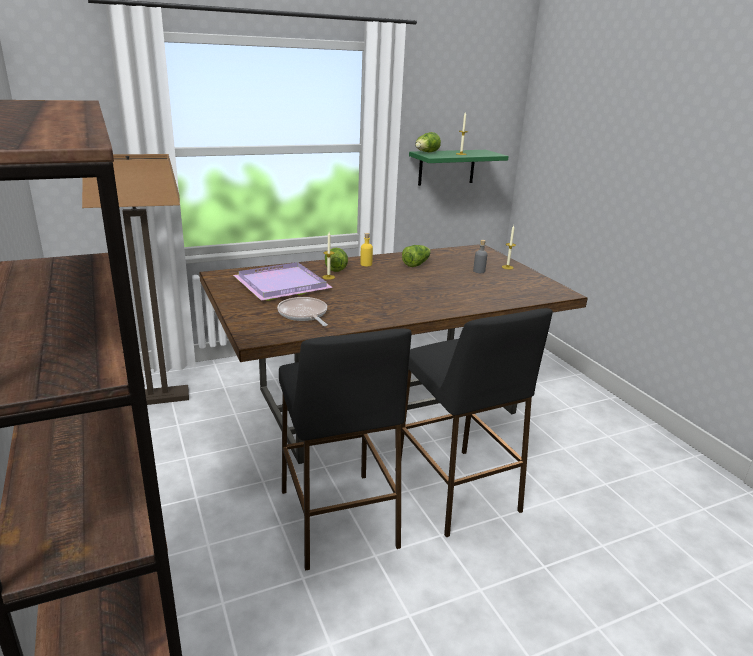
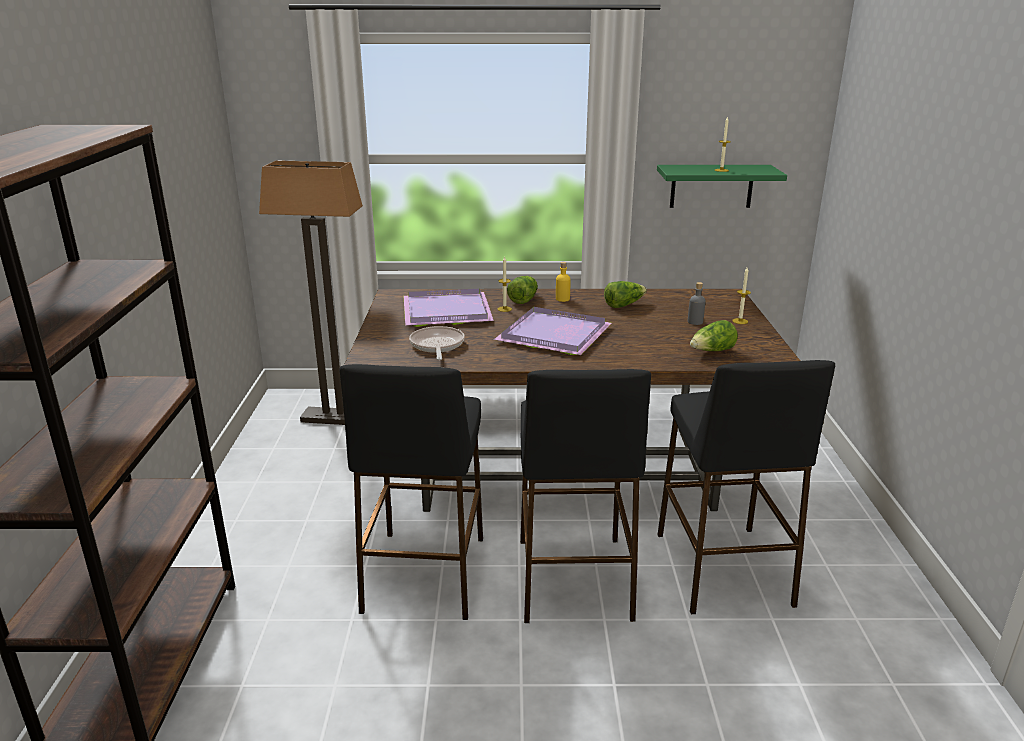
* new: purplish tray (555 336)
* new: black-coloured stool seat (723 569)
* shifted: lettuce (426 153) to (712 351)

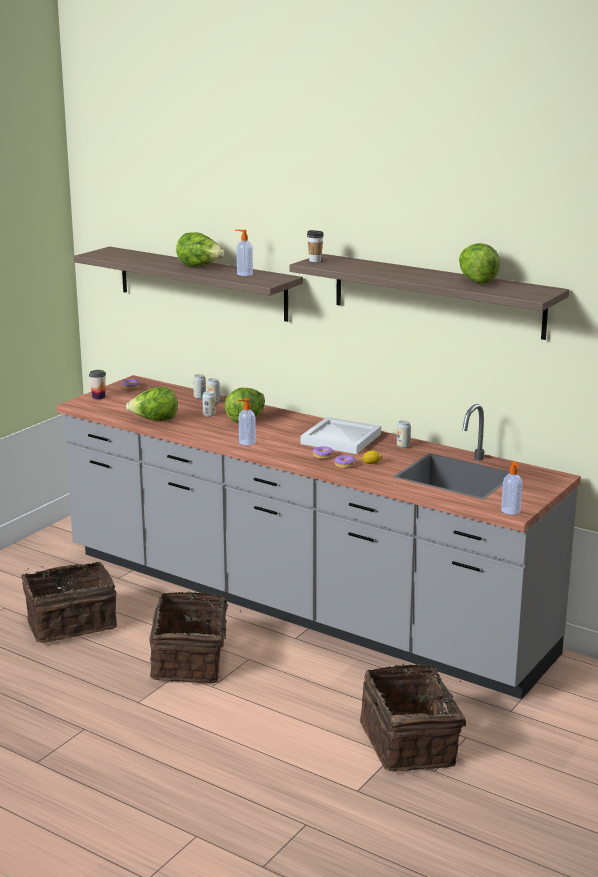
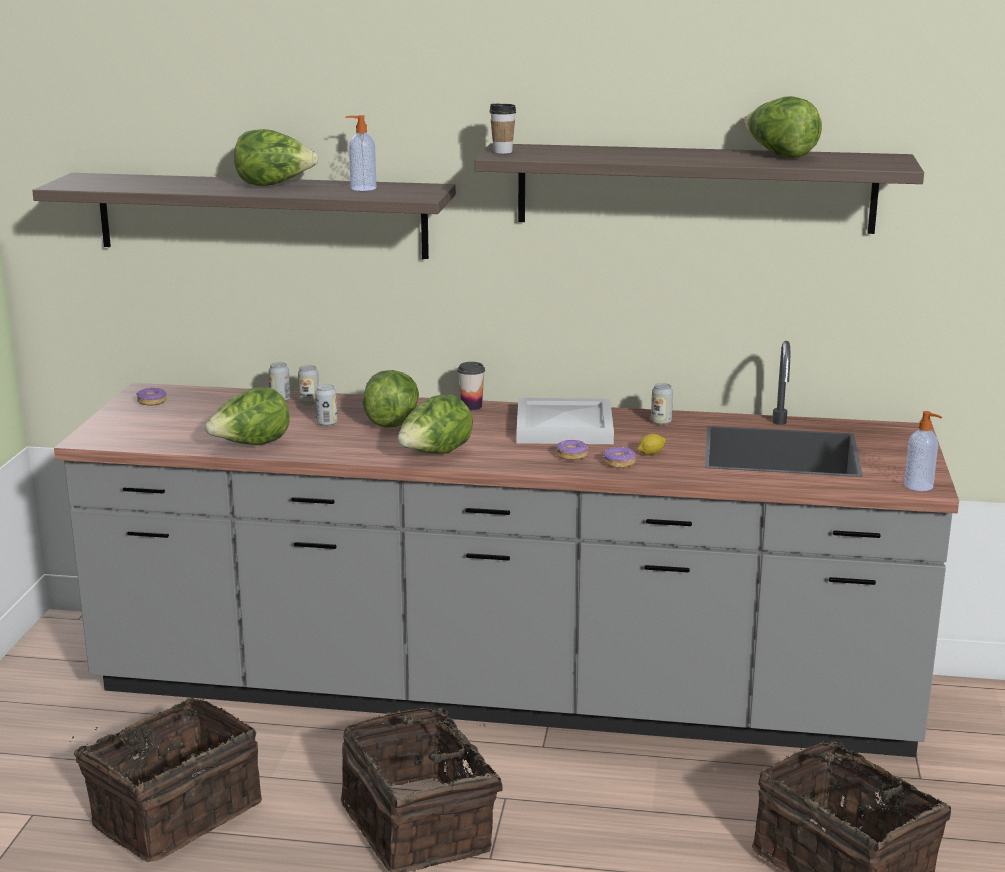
* swapped: soap bottle (246 442) to lettuce (435 454)
* shifted: drinking cup (98 397) to (471 406)

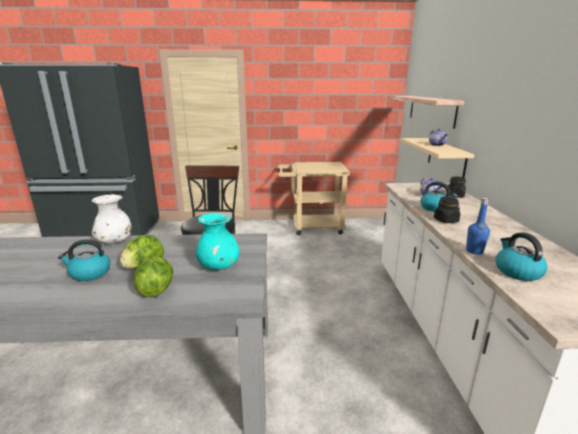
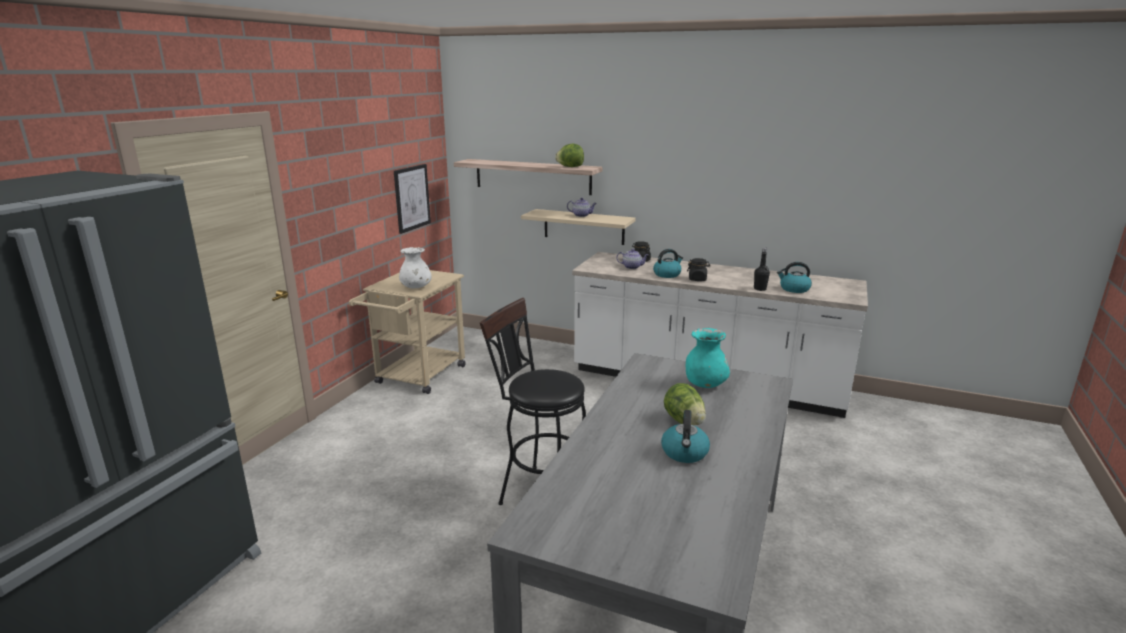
* new: wall art (412 198)
* shifted: white-coloured vase (115 241) to (416 287)
* shifted: lettuce (156 290) to (570 167)
* repainted: blue bottle (474 251) to black-coloured bottle (760 289)

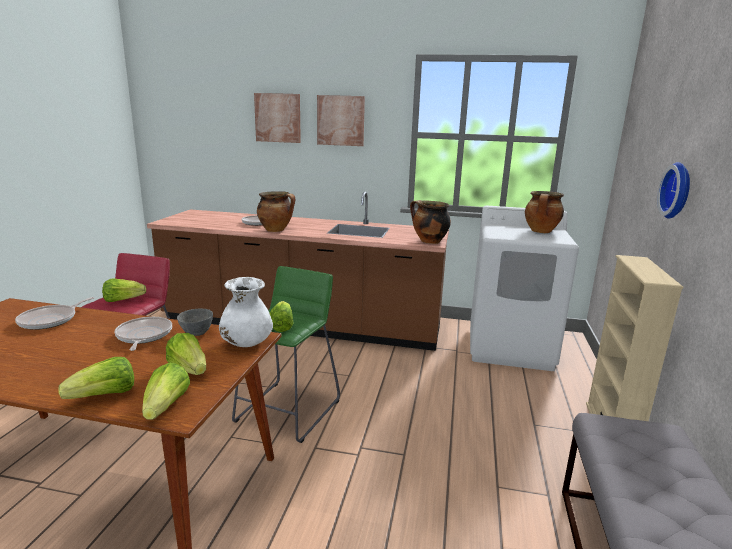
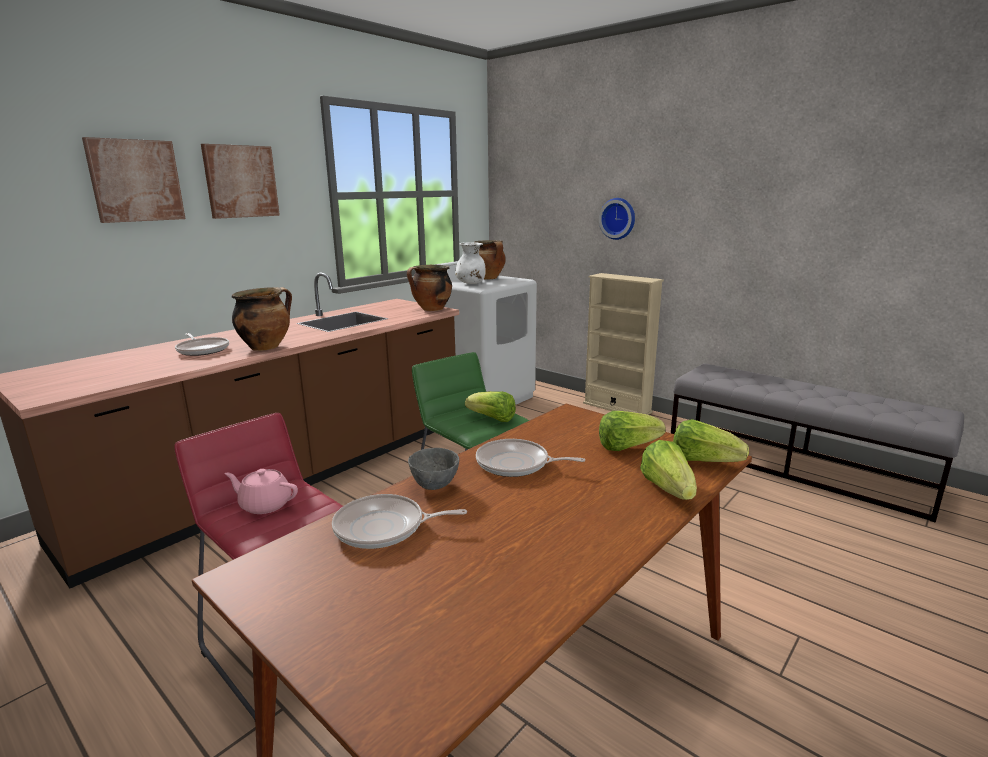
* swapped: lettuce (123 300) to pink teapot (265 505)
* rotated: pan (51 320) = (384 528) 120 degrees clockwise
* shifted: greyish deep dish (197 333) to (435 485)
* shifted: white-coloured vase (246 343) to (471 283)

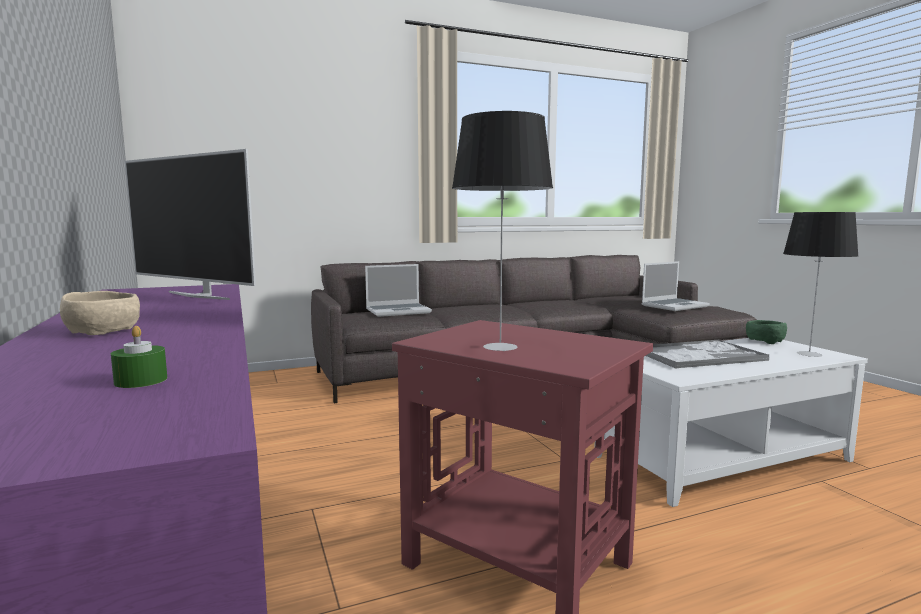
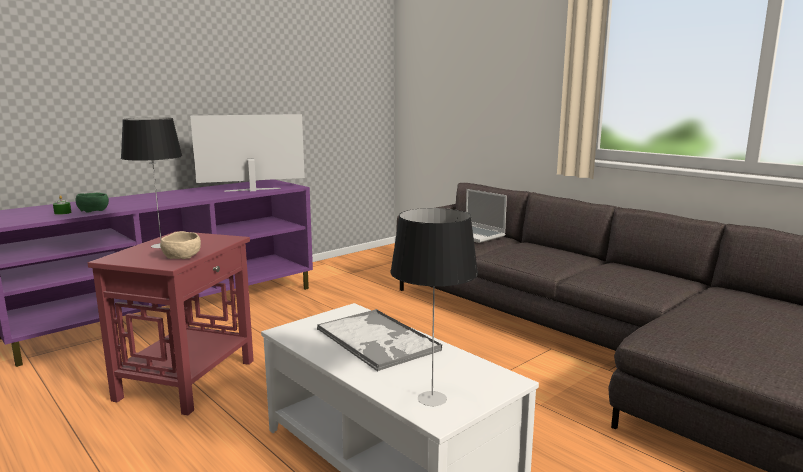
* shifted: green deep dish (763 341) to (94 210)
* shifted: beige-coloured deep dish (105 331) to (182 256)
* rotated: TV set (199 295) = (252 190) 60 degrees clockwise
* gone: laptop (674 306)

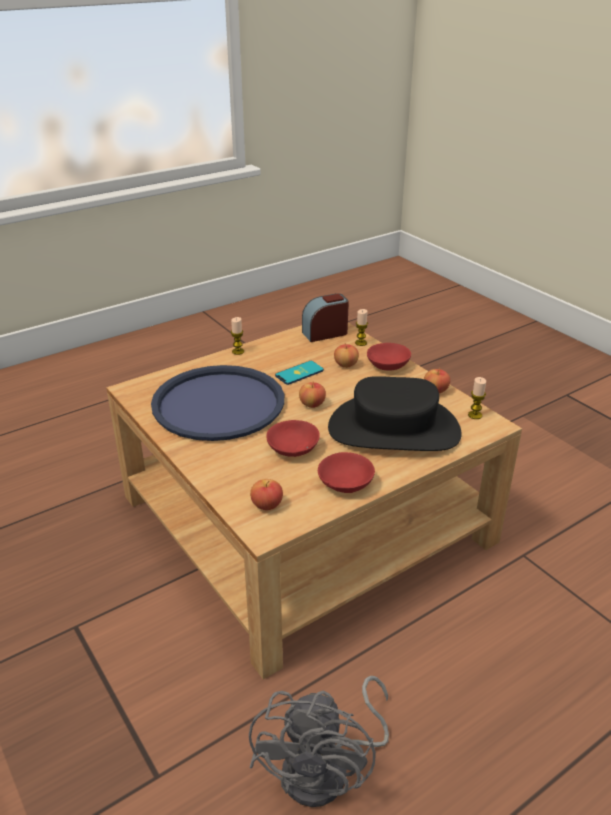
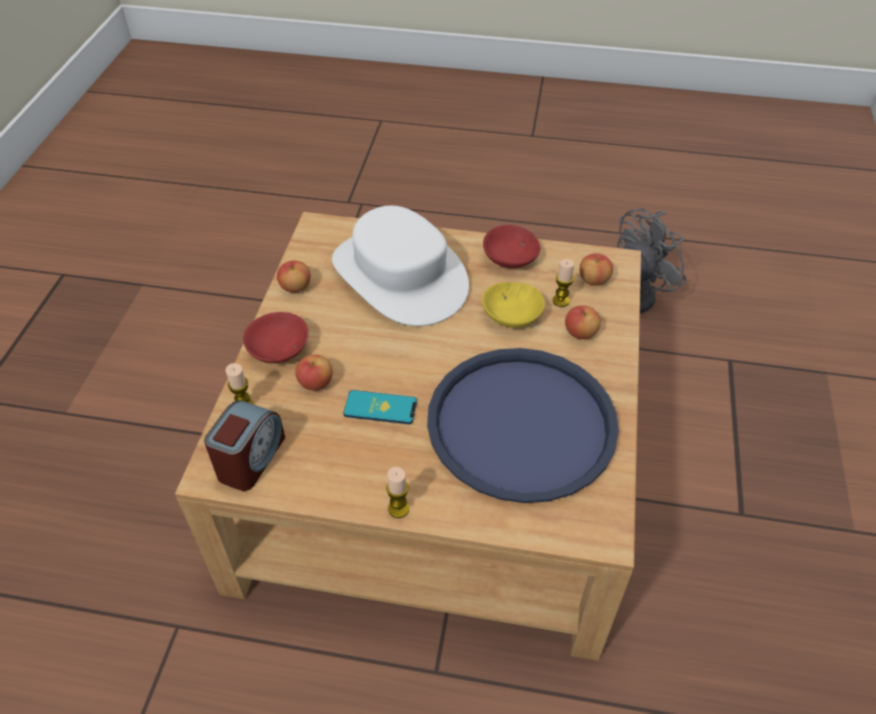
* rotated: table clock (325 333) = (250 459) 90 degrees counterclockwise
* repainted: black-coloured hat (393 429) to white-coloured hat (400 275)
* repainted: reddish deep dish (292 448) to yellow-coloured deep dish (511 316)
* shifted: wax candle (475 415) to (561 301)
* shifted: apple fruit (312 404) to (580 333)

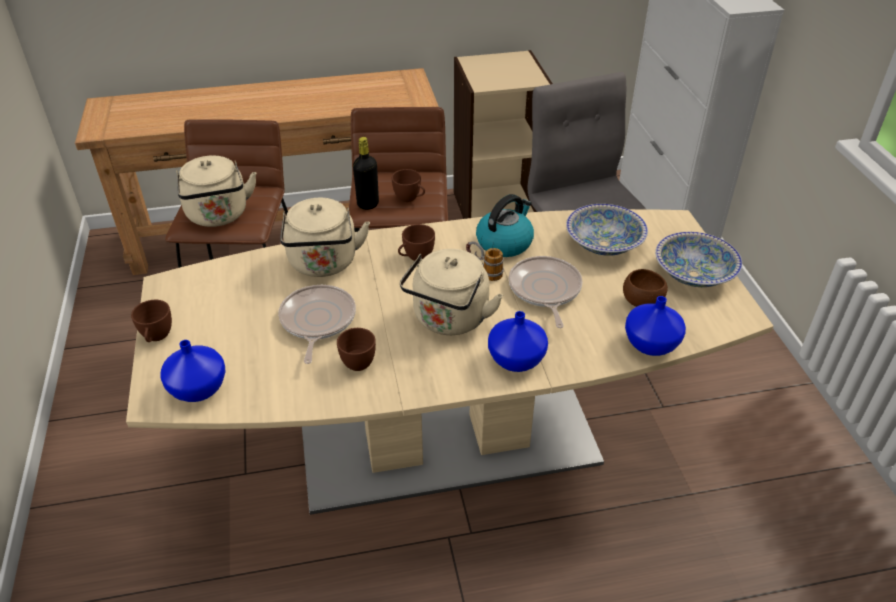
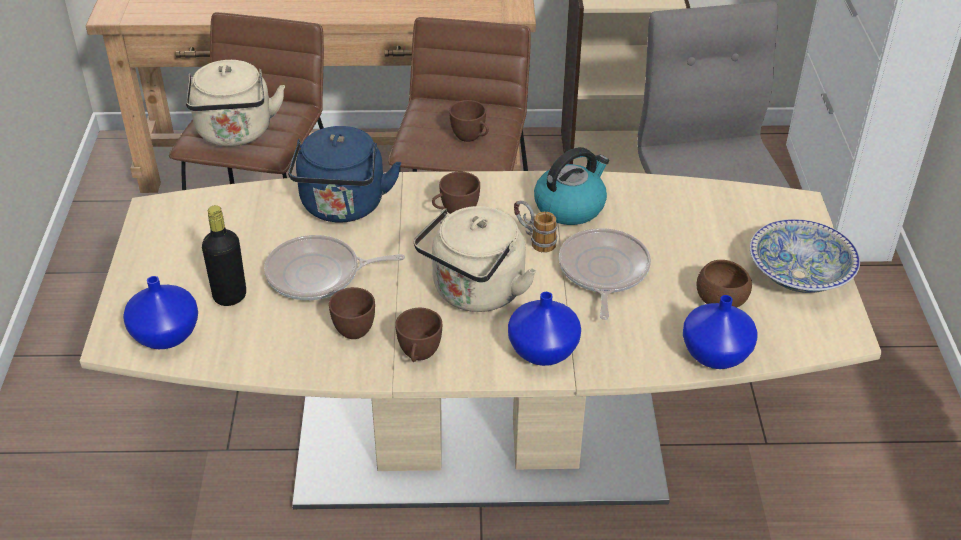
* shifted: black-coloured bottle (368 204) to (230 296)
* rotated: pan (317 321) = (318 275) 105 degrees counterclockwise
* repainted: beige-coloured kettle (323 264) to blue kettle (343 207)
* shifted: brown-coloured drinking cup (156 337) to (418 355)
* gone: deep dish (604 244)

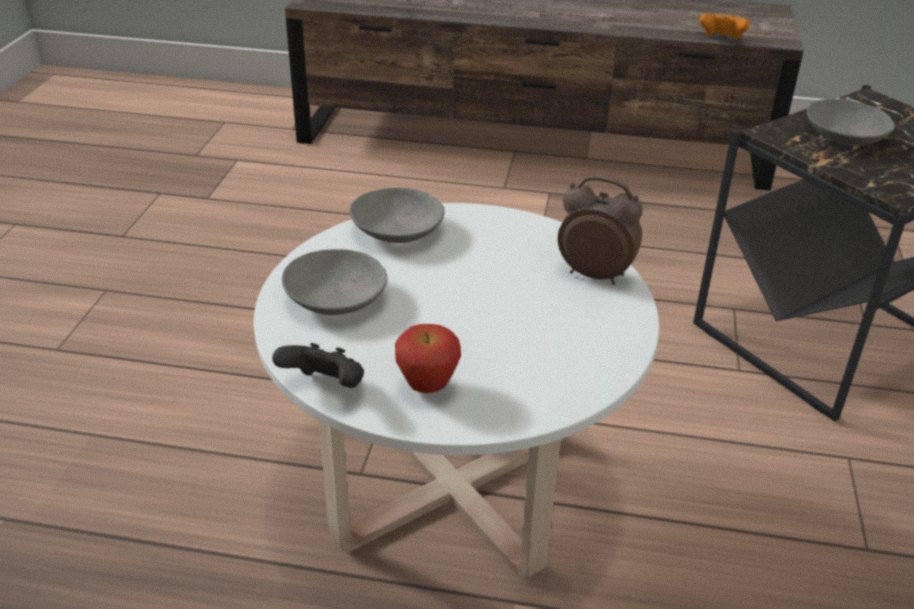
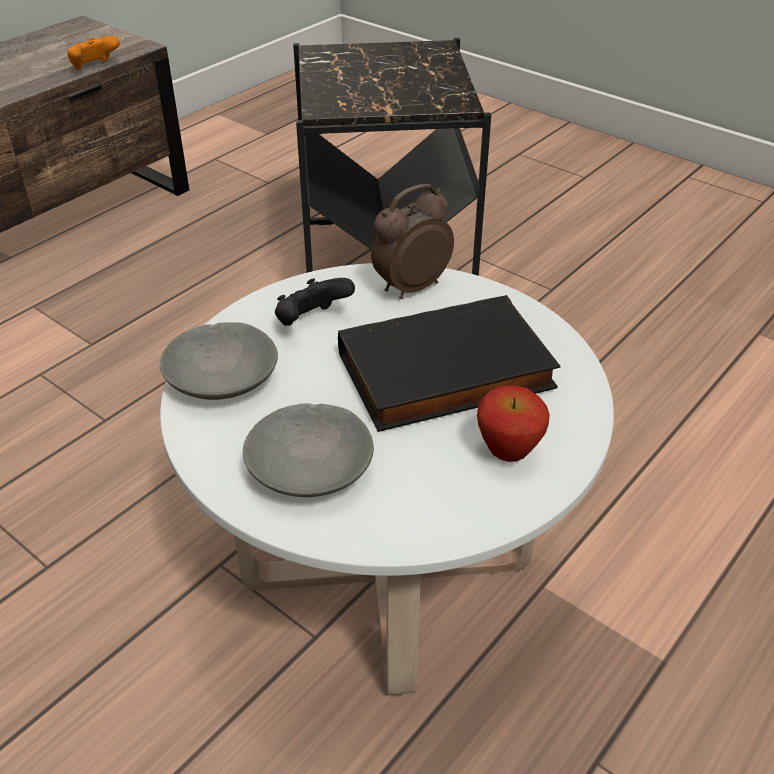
* shifted: black-coloured joypad (325 387) to (311 322)
* new: black-coloured bound book (445 374)
* gone: greyish deep dish (846 137)

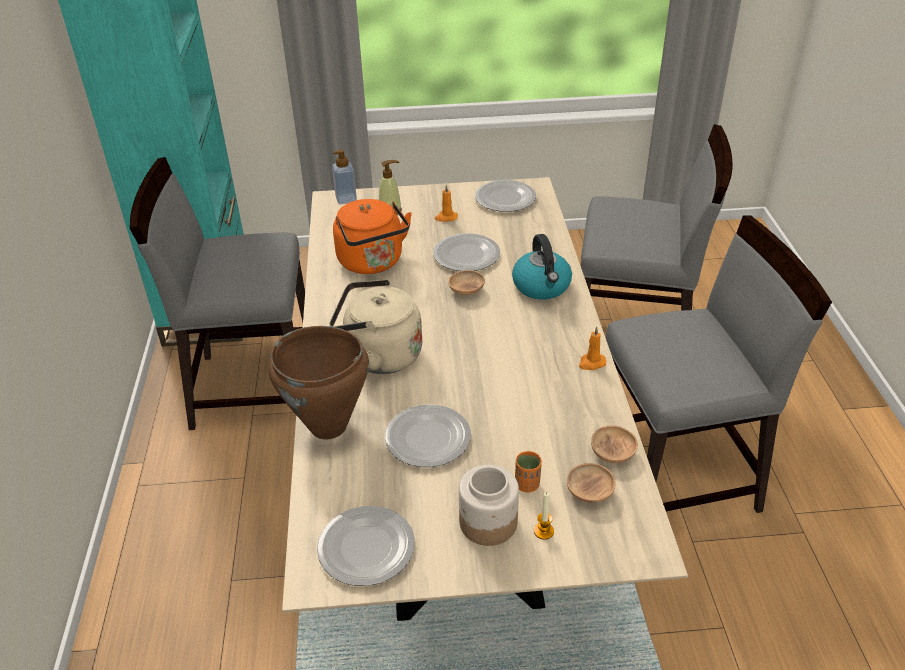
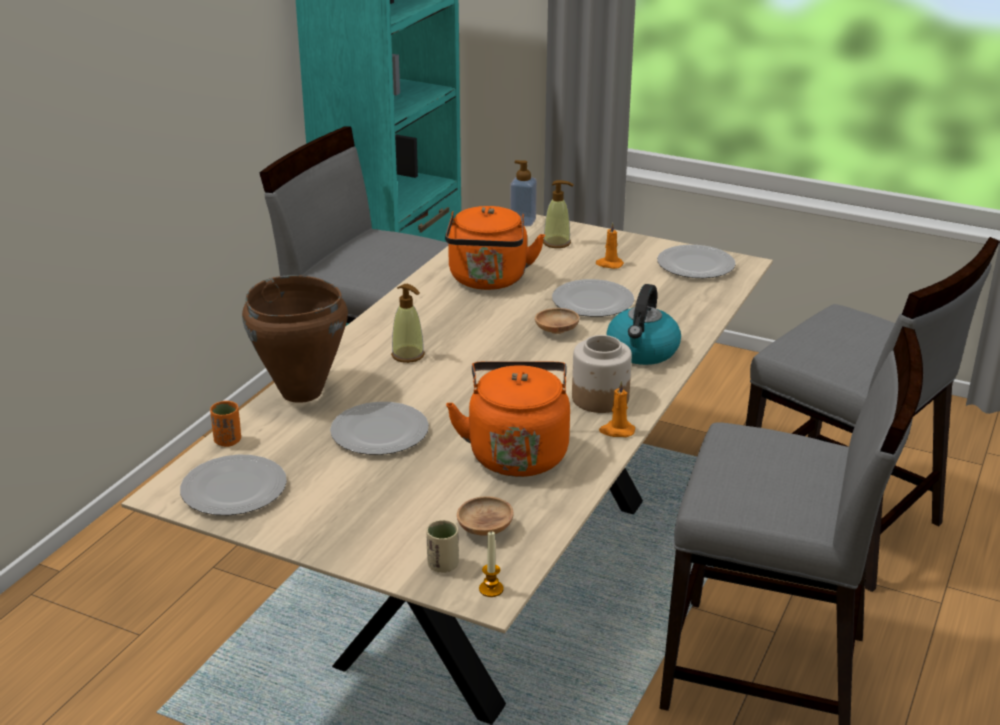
* shifted: orange drinking cup (527 484) to (228 441)
* swapped: beige-coloured kettle (379 355) to soap bottle (408 355)
* new: beige-coloured drinking cup (443 565)
* new: orange kettle (517 452)
* shifted: wax candle (543 531) to (491 589)
* shifted: preserve jar (488 523) to (599 398)
* gone: brown-coloured deep dish (612 453)

